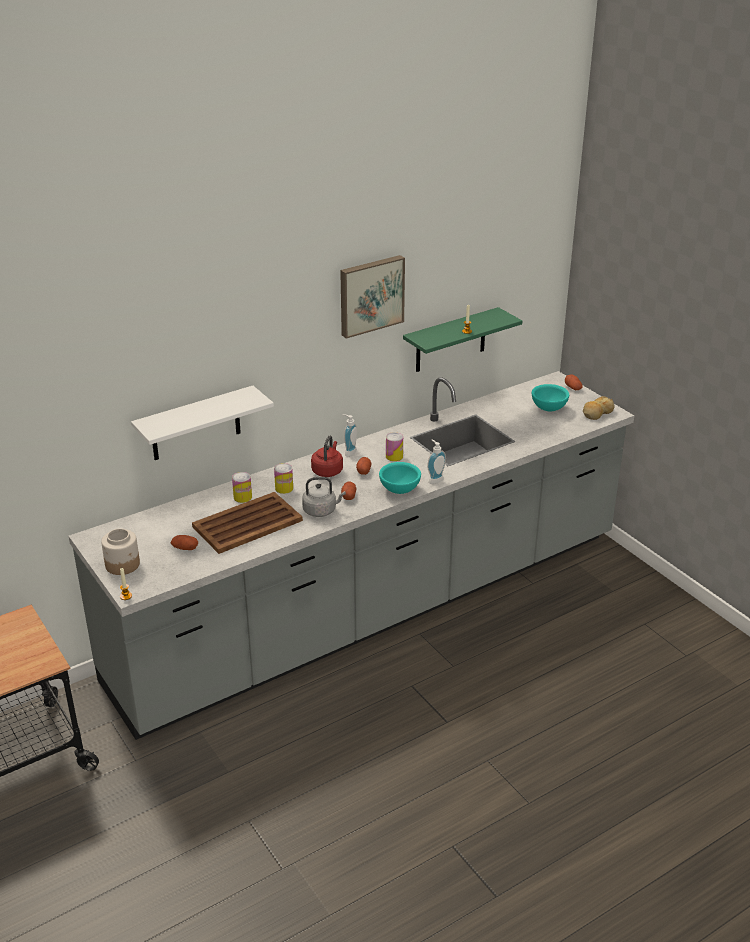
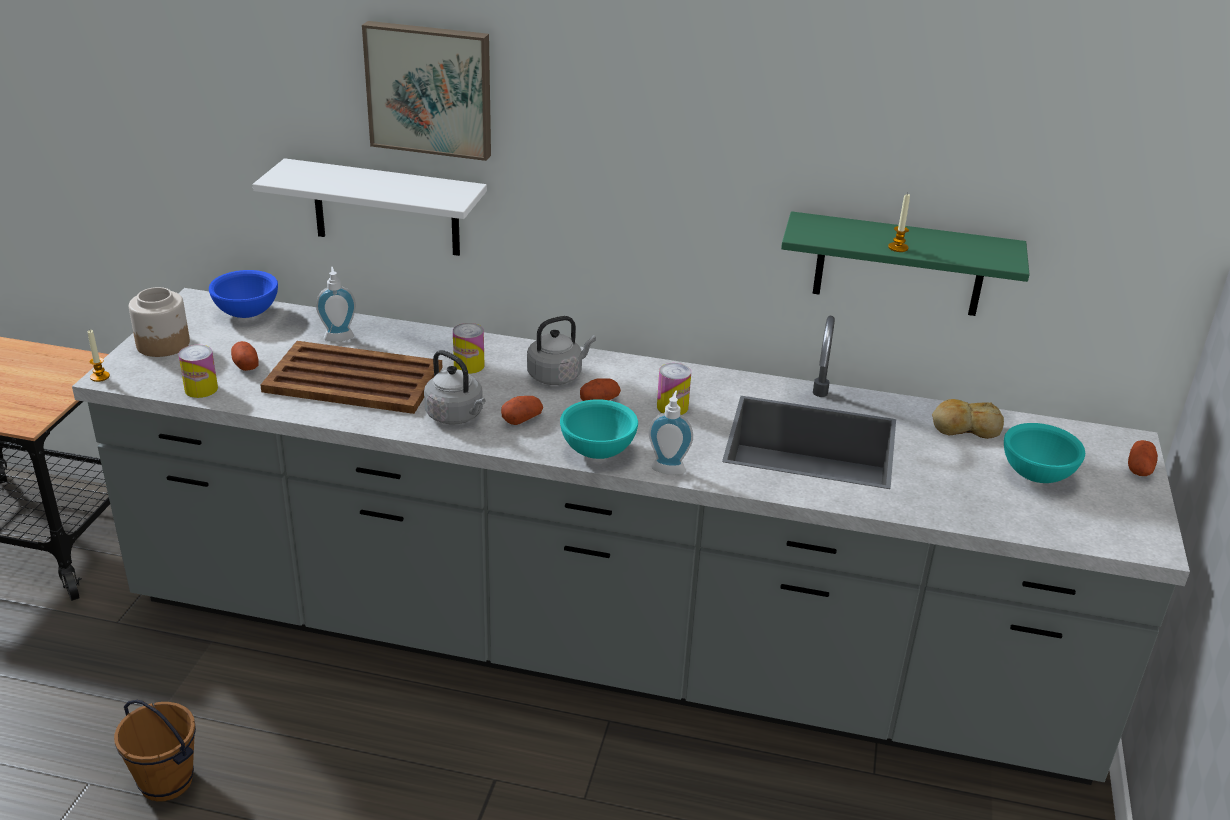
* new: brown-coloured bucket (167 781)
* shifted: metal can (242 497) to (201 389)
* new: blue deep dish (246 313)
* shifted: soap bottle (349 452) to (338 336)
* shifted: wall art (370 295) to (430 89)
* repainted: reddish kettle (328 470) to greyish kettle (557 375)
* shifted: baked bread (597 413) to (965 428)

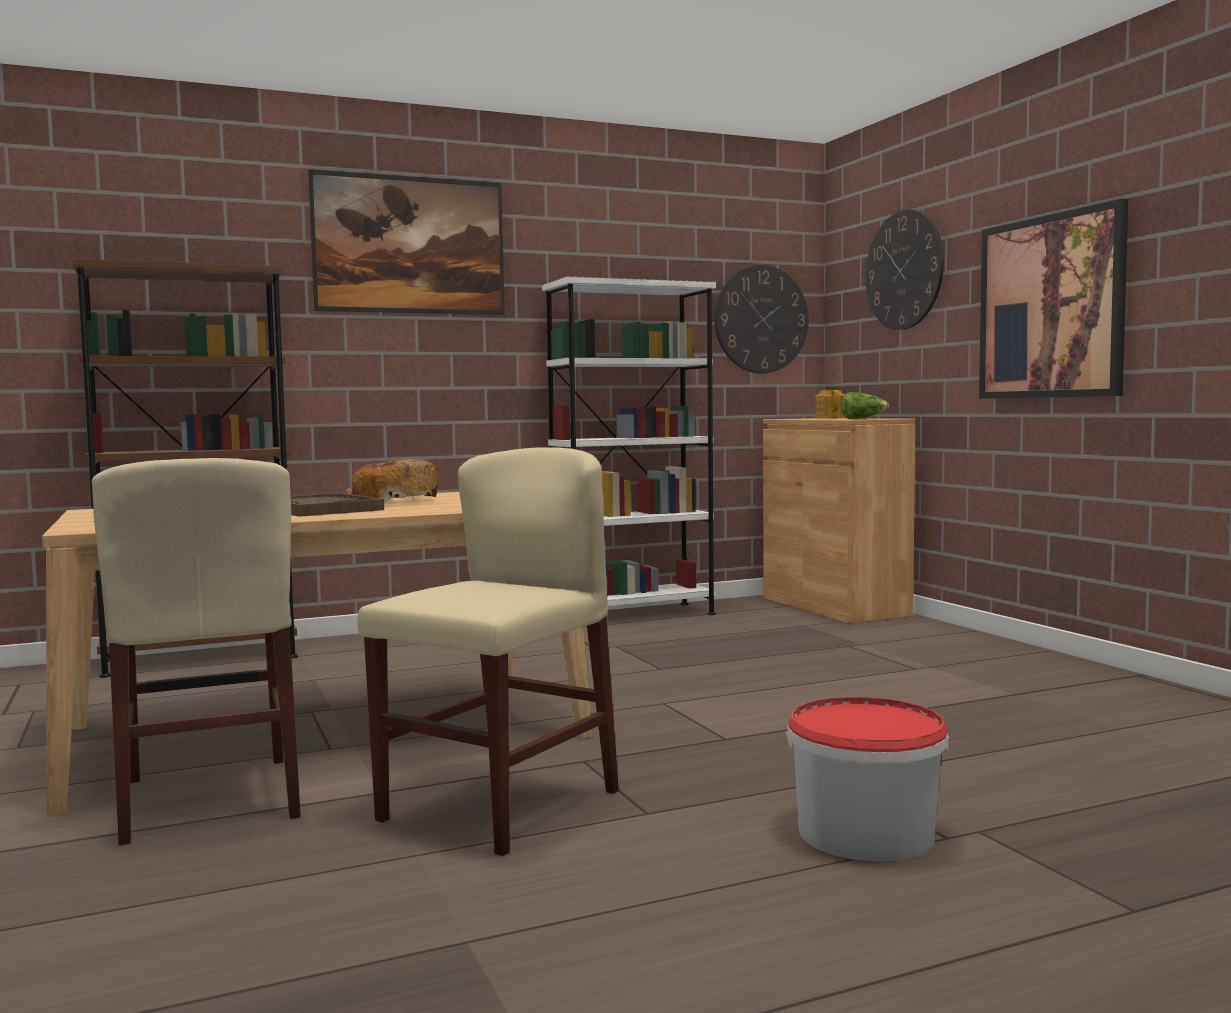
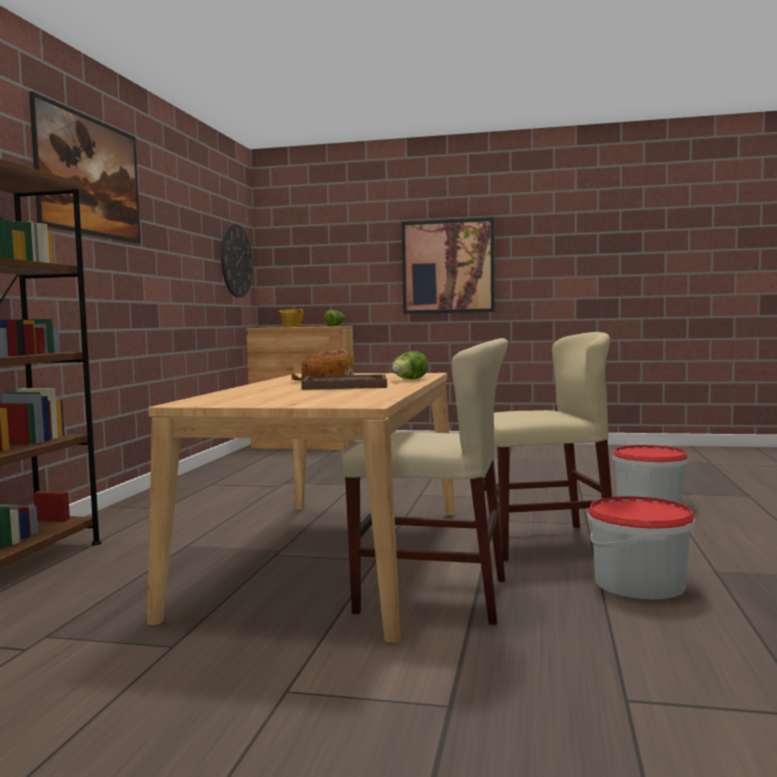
* new: lettuce (408 380)
* rotated: beige-coloured plain chair (499 805) = (542 542) 105 degrees clockwise
* new: bucket (639 583)
* gone: white-coloured bookshelf (633 615)
* gone: wall clock (904 270)

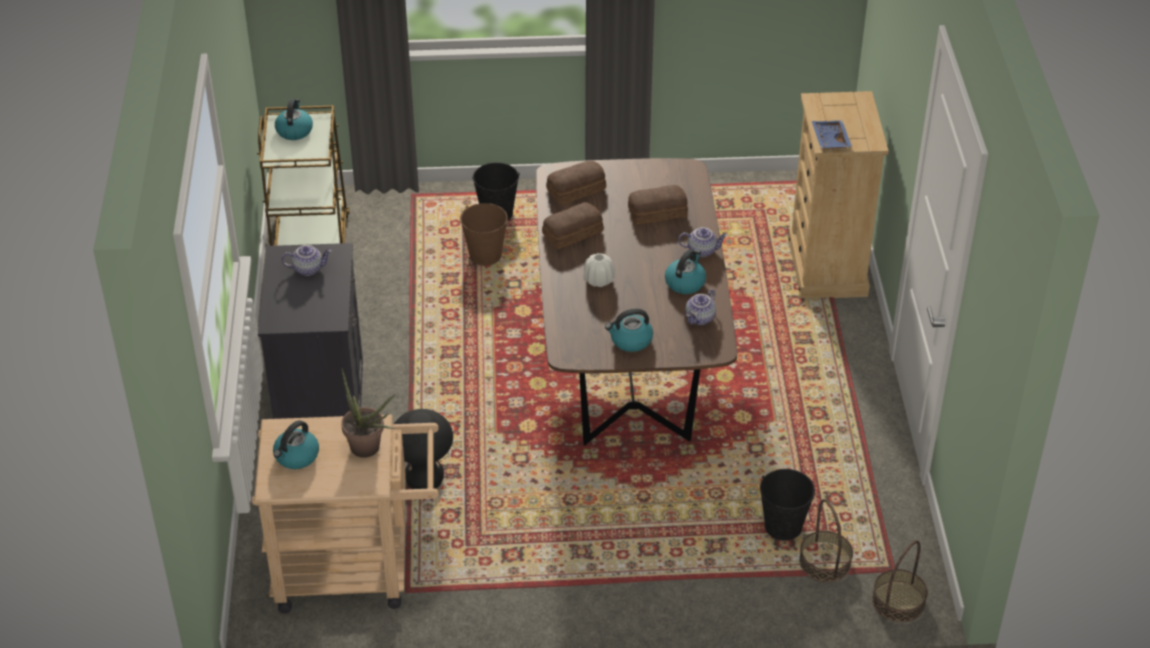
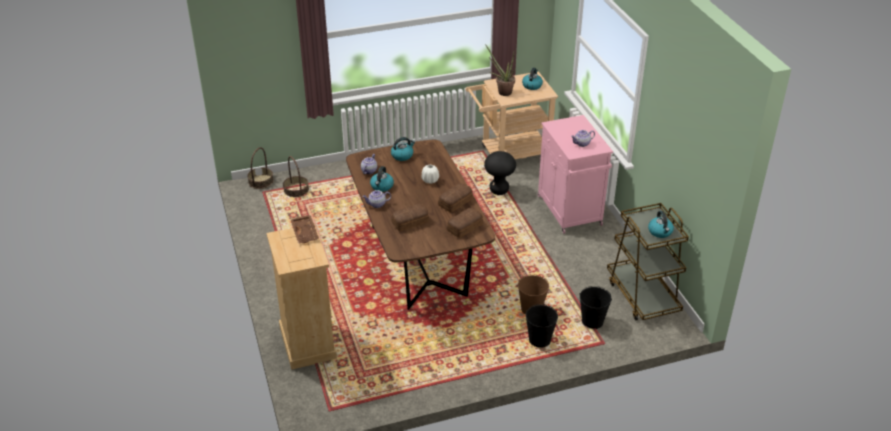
* repainted: blue tray (829 140) to brown-coloured tray (305 233)
* repainted: black-coloured cabinet (322 408) to pink cabinet (570 211)
* shifted: black-coloured bucket (783 527) to (592 321)

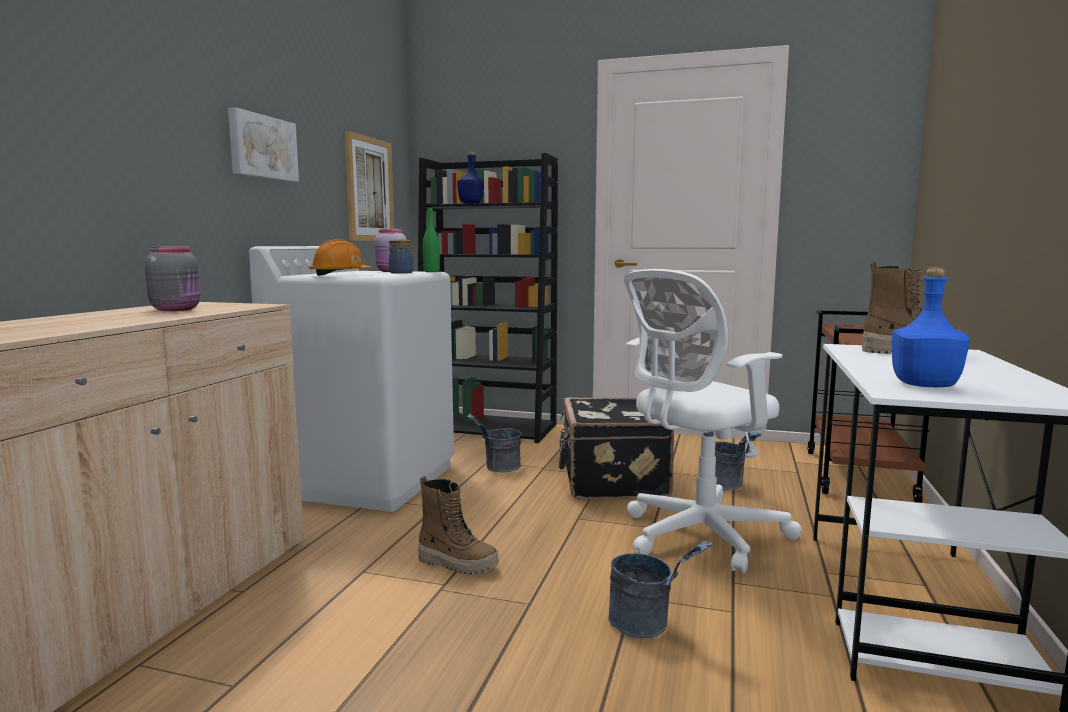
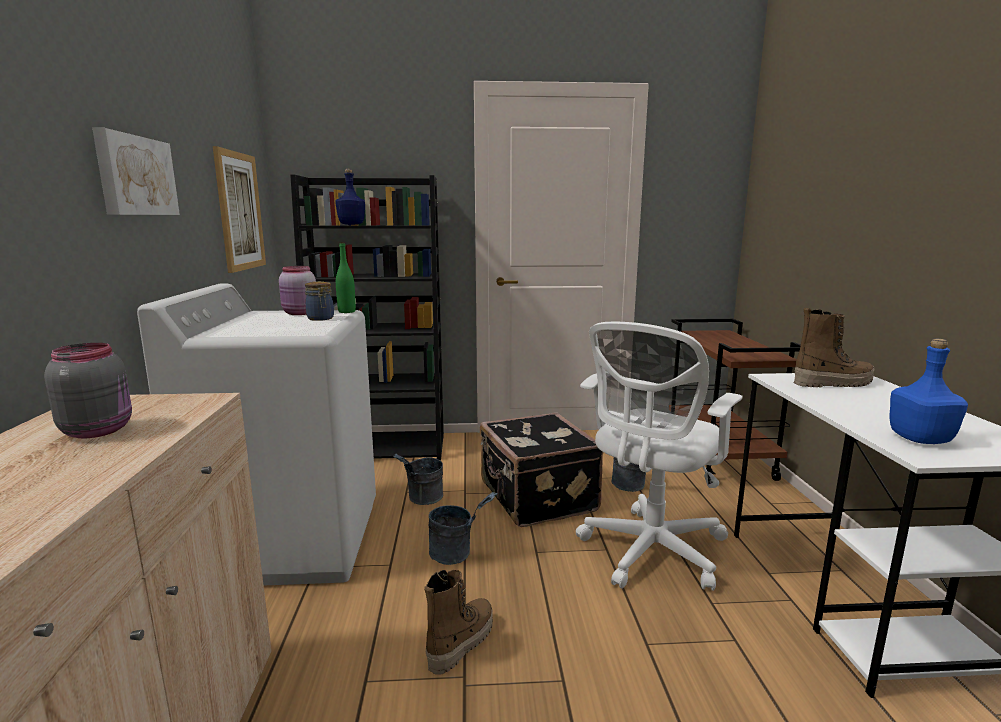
* rotated: high-top boot (458 564) = (460 642) 60 degrees counterclockwise
* shifted: greyish bucket (649 626) to (457 554)
* gone: orange hard hat (341 275)

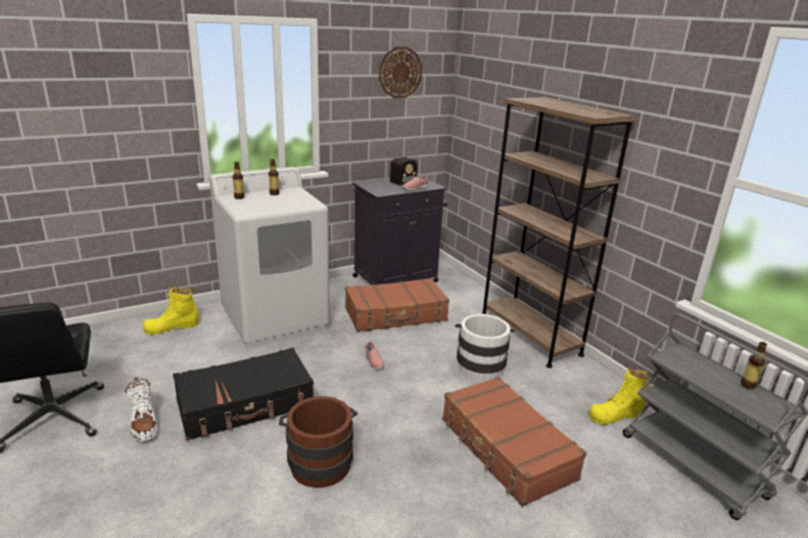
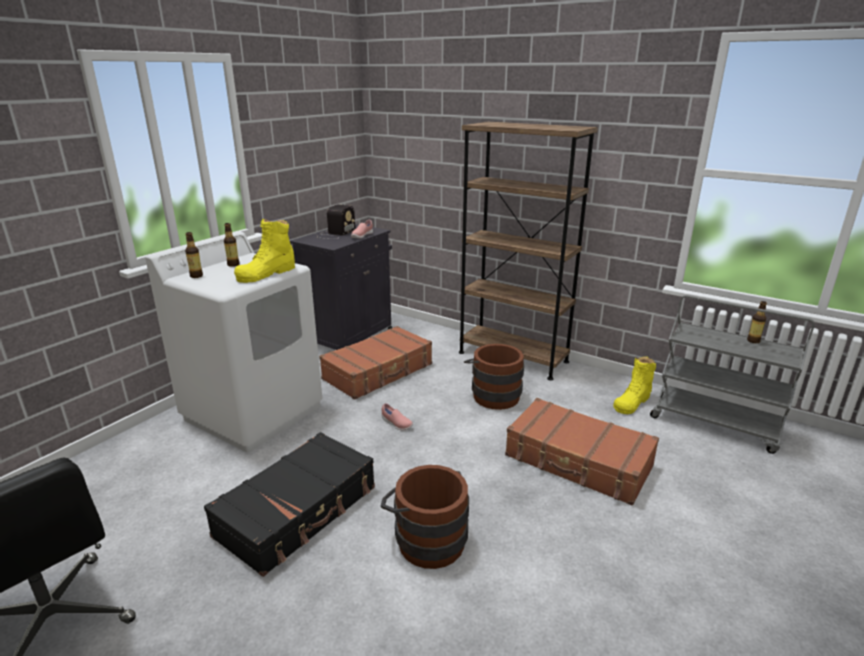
* shifted: yellow-coloured high-top boot (172 327) to (267 274)
* repainted: white-coloured bucket (480 364) to brown-coloured bucket (493 394)
* gone: white-coloured high-top boot (144 424)
* gone: wall clock (400 72)

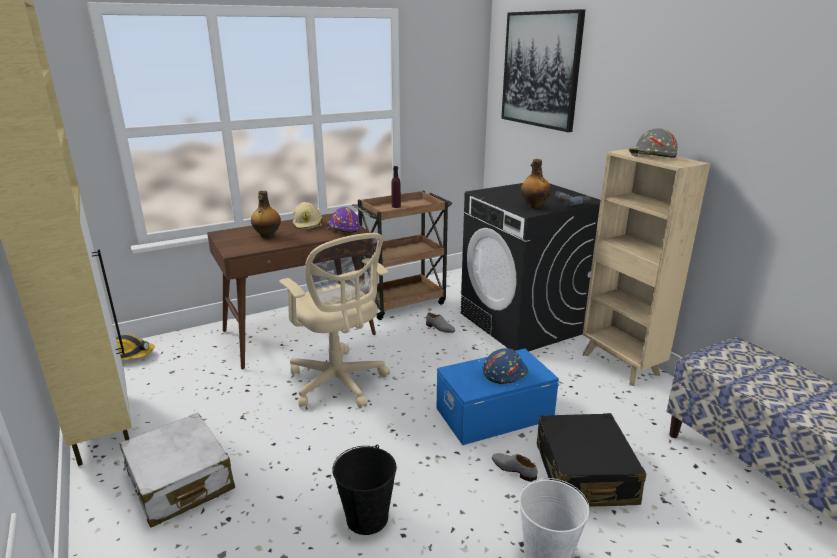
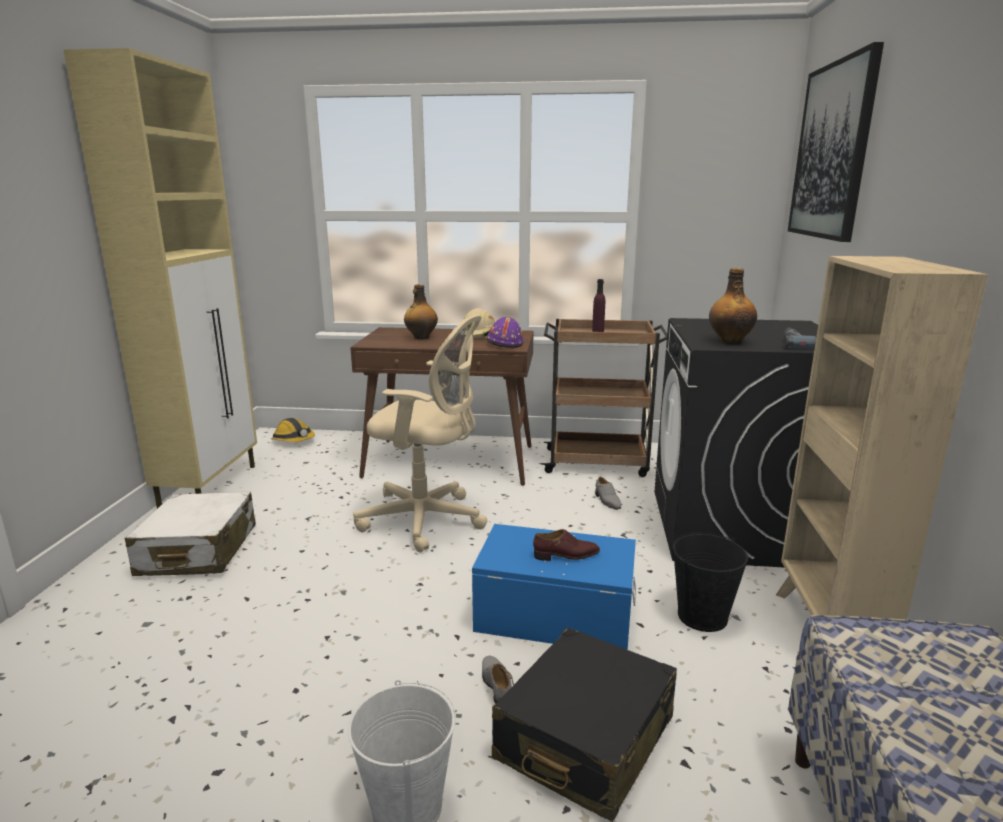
* rotated: beige-coloured desk chair (339 384) = (427 520) 75 degrees counterclockwise
* swapped: blue hard hat (504 372) to brown-coloured low shoe (566 555)
* shifted: black-coloured bucket (367 518) to (702 616)
* gone: greyish hard hat (651 156)

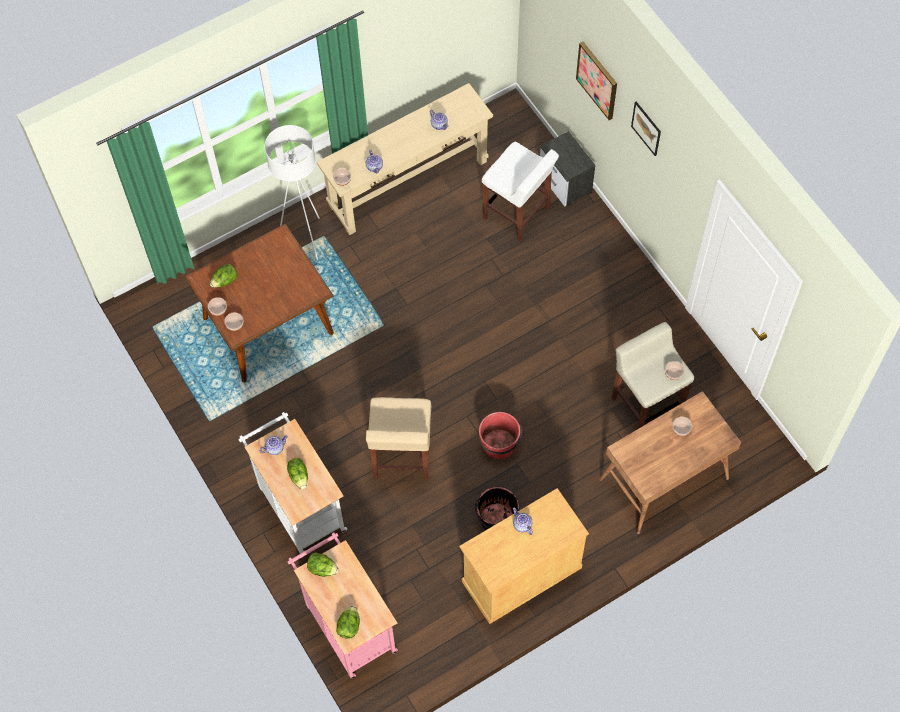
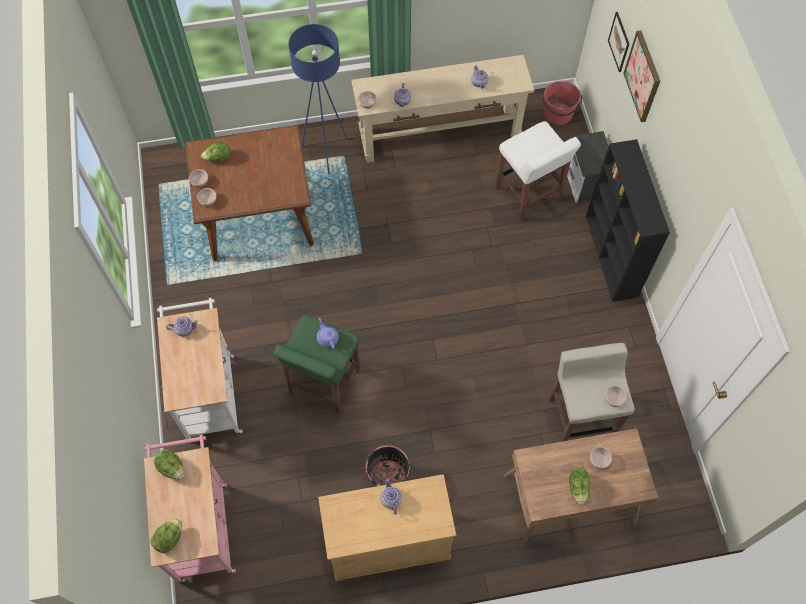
* repainted: beige-coloured stool seat (402 457) to green stool seat (324 382)
* repainted: white-coloured floor lamp (305 239) to blue floor lamp (326 153)
* new: purplish teapot (327 338)
* shifted: reddish bucket (499 444) to (558 114)
* shifted: lettuce (299 476) to (578 487)
* new: black-coloured bookshelf (611 256)
* shifted: wall art (646 128) to (619 42)

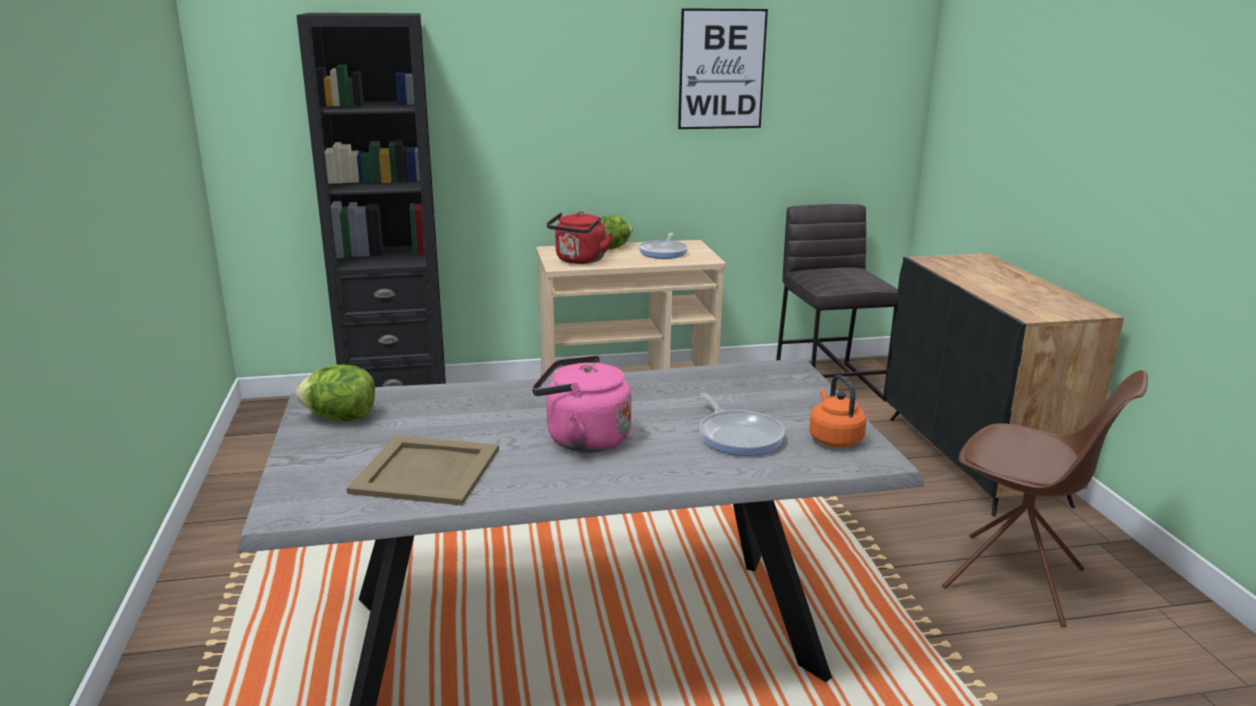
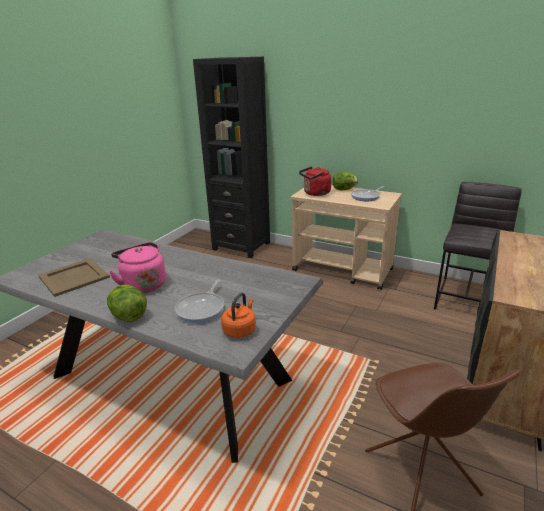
* shifted: lettuce (341 418) to (128 316)
* gone: wall art (721 69)

